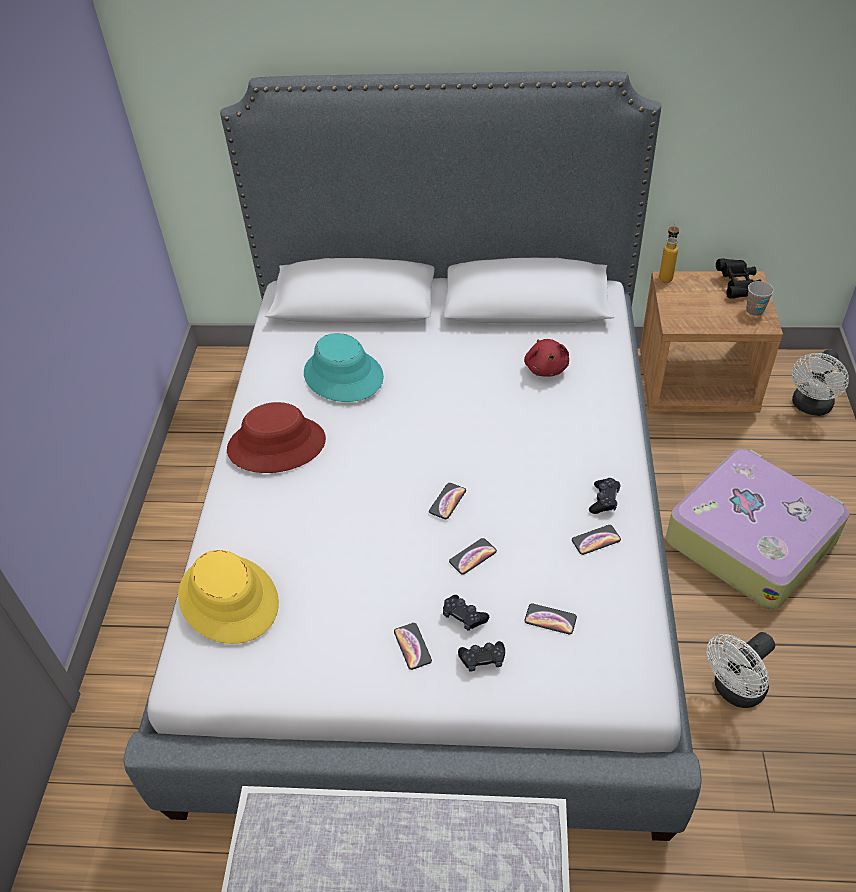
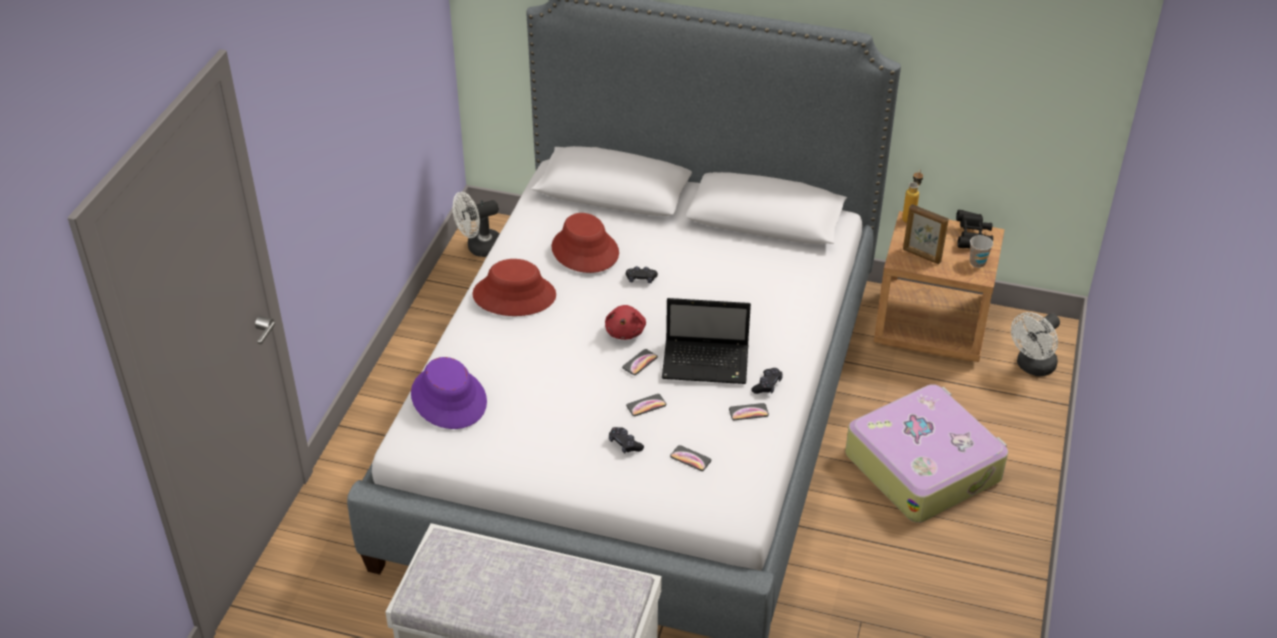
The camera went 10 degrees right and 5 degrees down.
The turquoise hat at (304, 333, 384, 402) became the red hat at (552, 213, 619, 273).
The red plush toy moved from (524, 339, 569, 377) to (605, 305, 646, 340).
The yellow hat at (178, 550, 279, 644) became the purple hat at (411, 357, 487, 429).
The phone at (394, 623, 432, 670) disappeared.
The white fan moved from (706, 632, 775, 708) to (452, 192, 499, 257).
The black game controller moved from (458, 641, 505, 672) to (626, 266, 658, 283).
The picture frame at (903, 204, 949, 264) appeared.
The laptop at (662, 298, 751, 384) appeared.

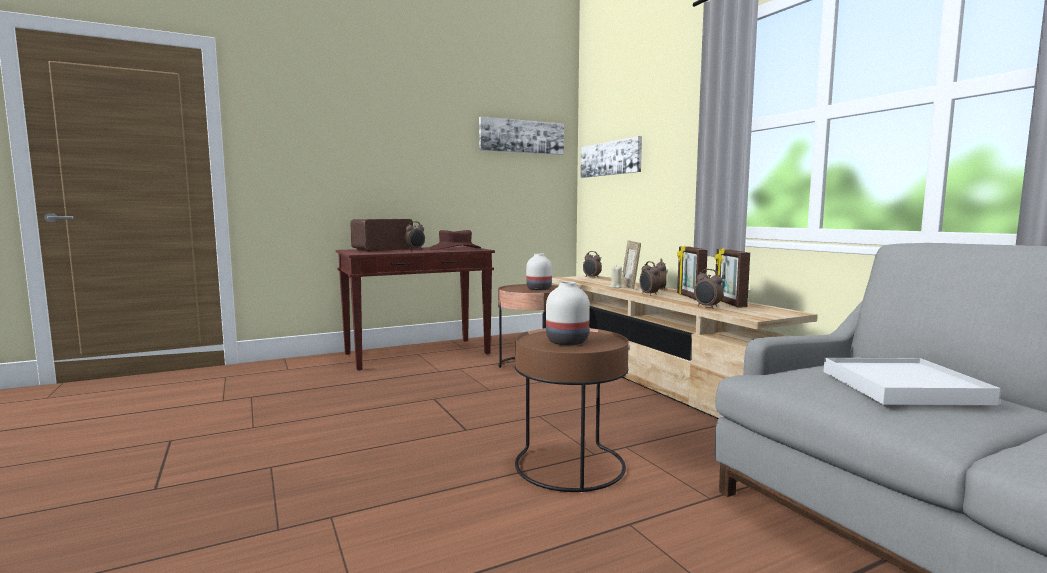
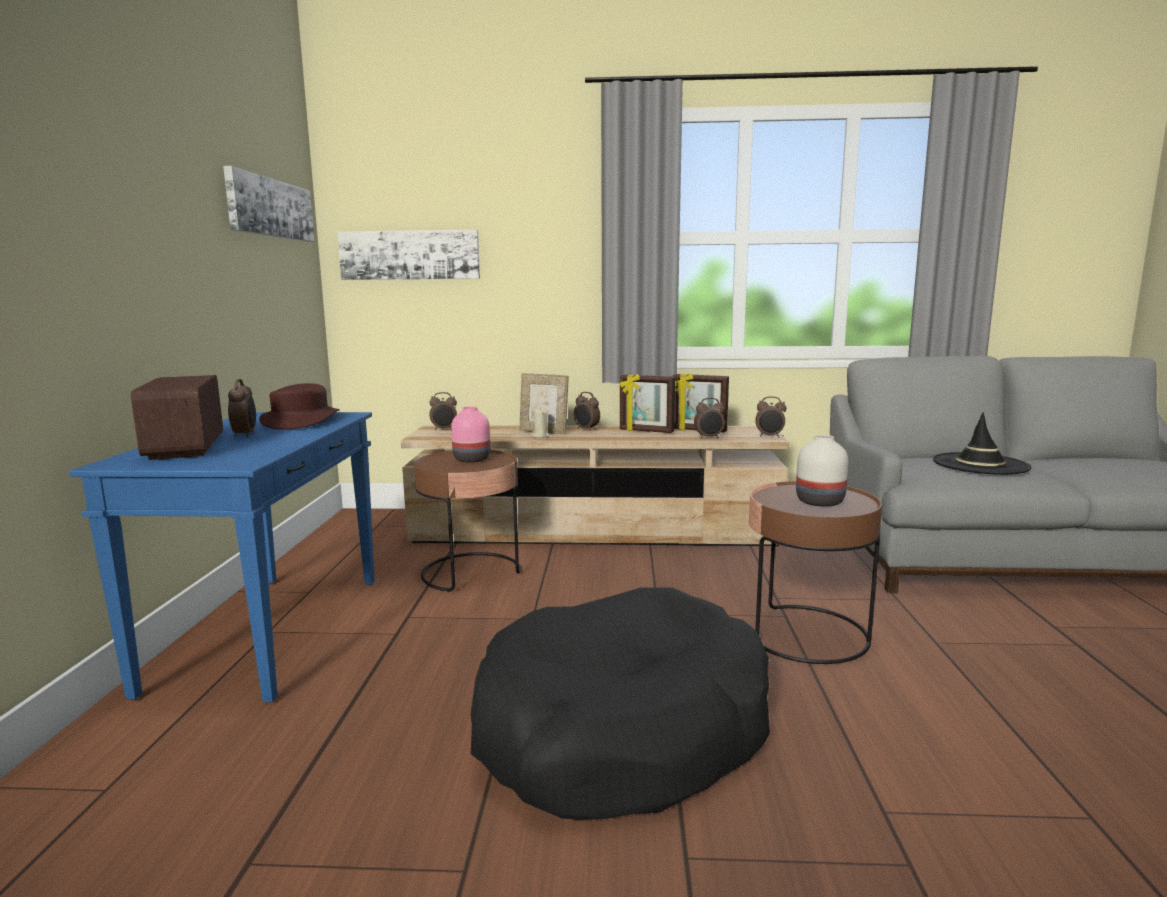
The camera went 60 degrees left and 5 degrees up.
The brown console table at (336, 246, 495, 371) became the blue console table at (69, 412, 375, 703).
The white vase at (526, 253, 552, 291) became the pink vase at (451, 406, 491, 463).
The alarm clock moved from (640, 261, 660, 296) to (755, 397, 786, 438).
The white tray at (824, 358, 1001, 405) was replaced by the black hat at (933, 413, 1031, 475).
The black dog bed at (471, 587, 770, 820) appeared.

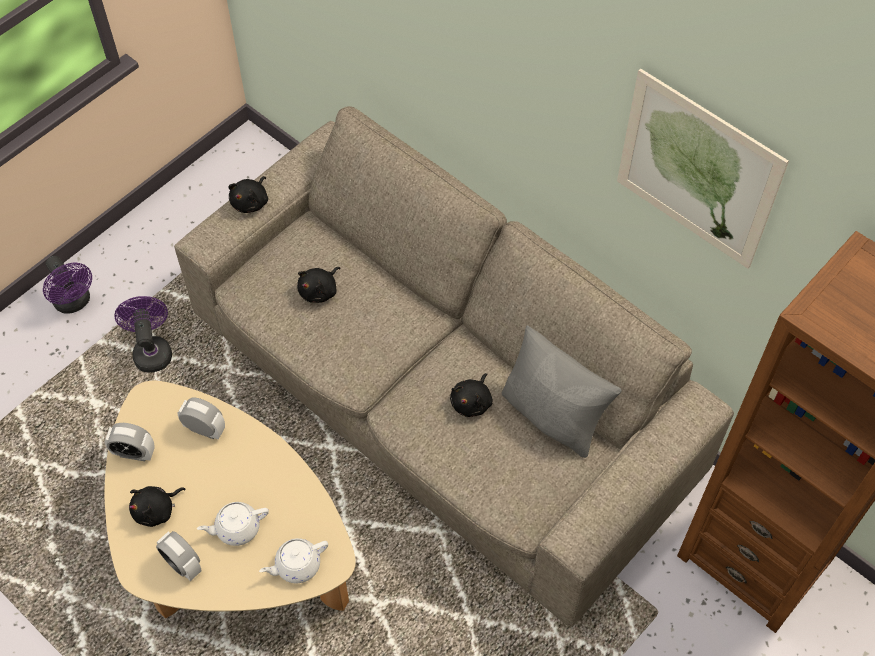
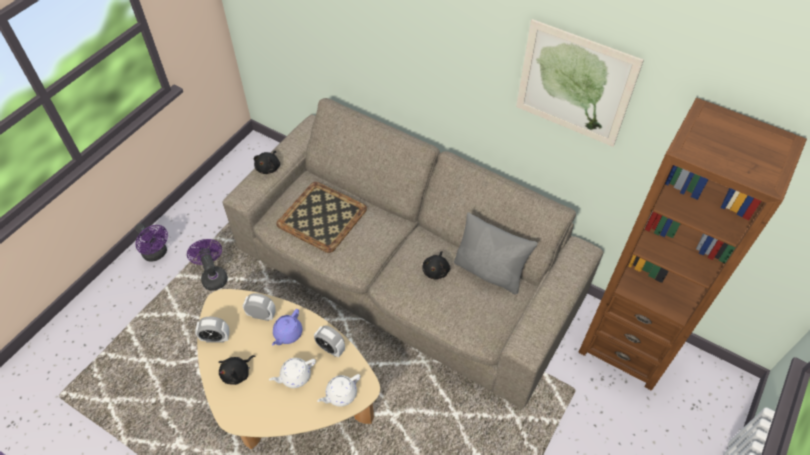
The camera went 10 degrees left and 5 degrees down.
The black plush toy at (297, 267, 340, 303) was replaced by the tray at (276, 182, 367, 253).
The alarm clock moved from (156, 531, 202, 581) to (314, 325, 345, 357).
The purple teapot at (272, 309, 302, 346) appeared.

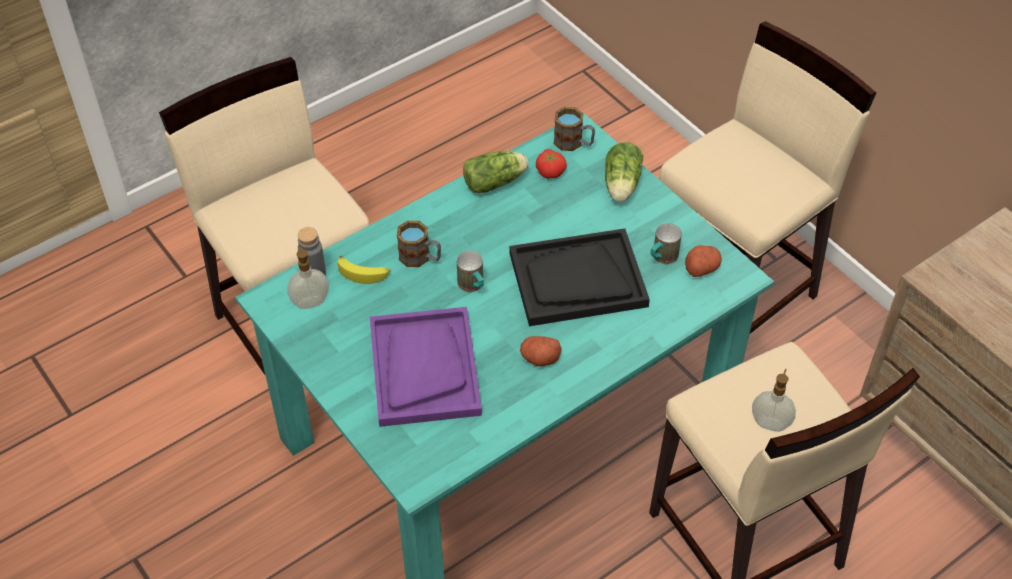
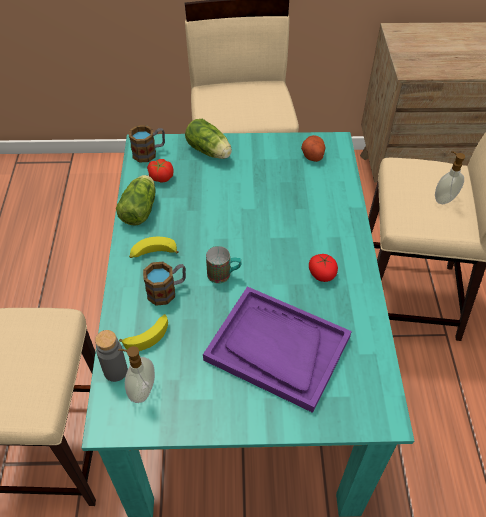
The camera went 55 degrees left and 0 degrees up.
The mug at (650, 223, 682, 264) disappeared.
The black tray at (510, 228, 650, 326) disappeared.
The potato at (520, 336, 562, 366) was replaced by the tomato at (309, 254, 338, 282).
The banana at (129, 237, 179, 258) appeared.

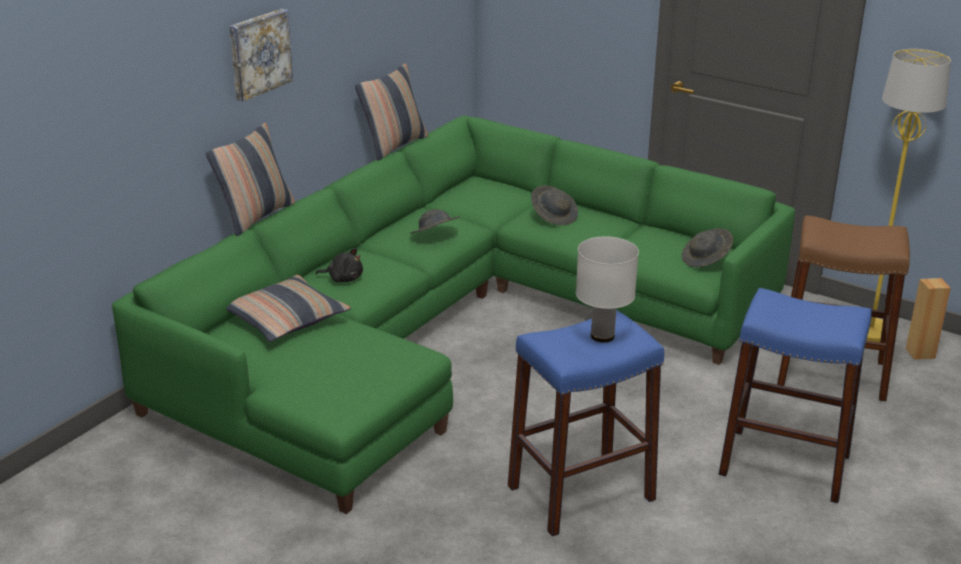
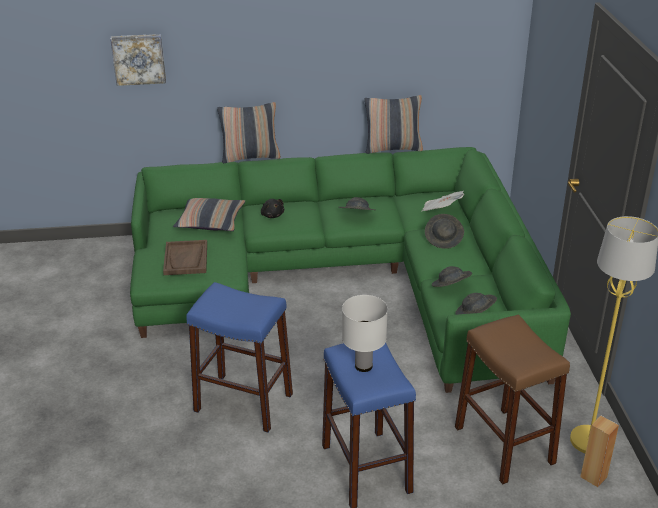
The camera went 50 degrees right and 5 degrees up.
The picture moved from (229, 9, 293, 101) to (110, 34, 166, 86).
The white table lamp moved from (576, 237, 639, 343) to (342, 295, 388, 372).
The newspaper at (421, 191, 464, 212) appeared.
The brown tray at (163, 240, 207, 275) appeared.
The grey hat at (432, 266, 472, 287) appeared.

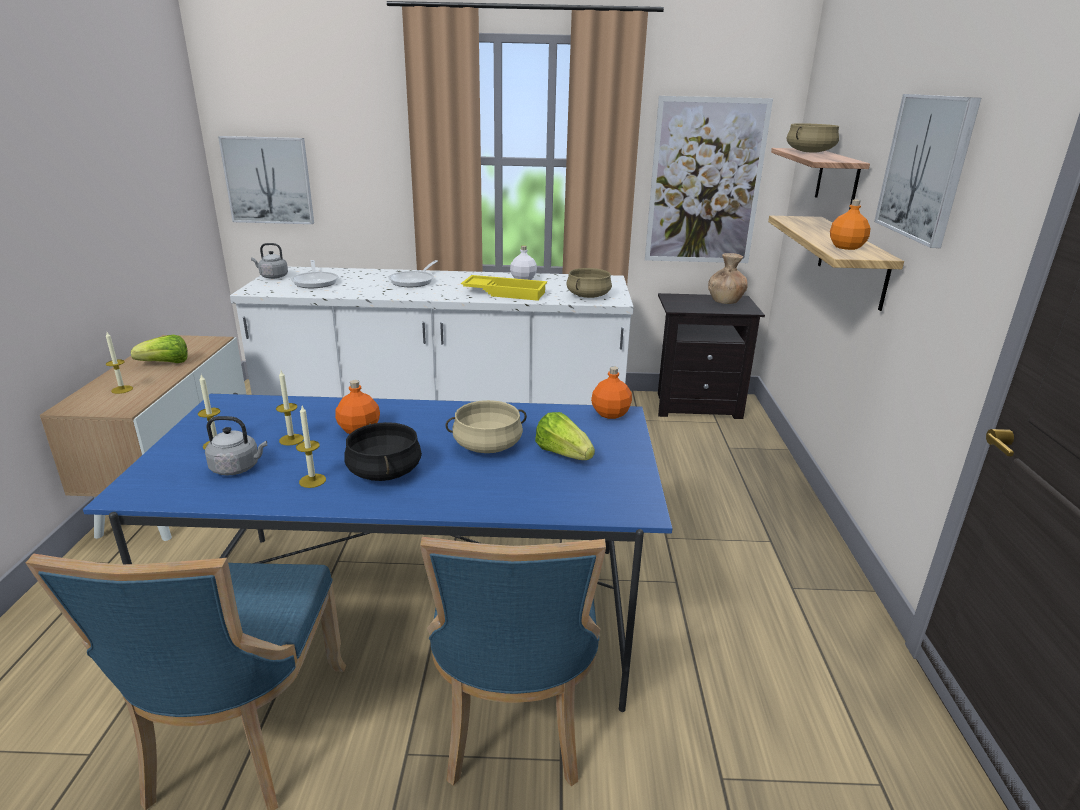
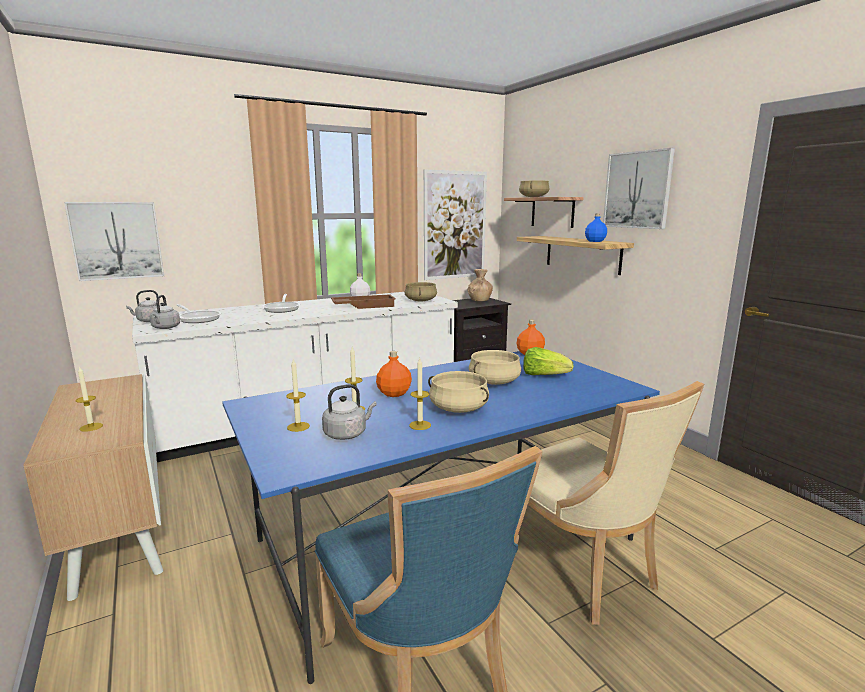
The camera went 30 degrees left and 10 degrees down.
The orange bottle at (830, 200, 870, 250) became the blue bottle at (585, 213, 607, 242).
The yellow tray at (461, 275, 547, 301) became the brown tray at (331, 294, 396, 309).
The lettuce at (131, 335, 188, 363) disappeared.
The black cooking pot at (344, 422, 422, 481) became the beige cooking pot at (428, 371, 489, 413).
The blue chair at (420, 537, 606, 786) became the beige chair at (528, 381, 704, 625).
The grey kettle at (150, 295, 180, 329) appeared.

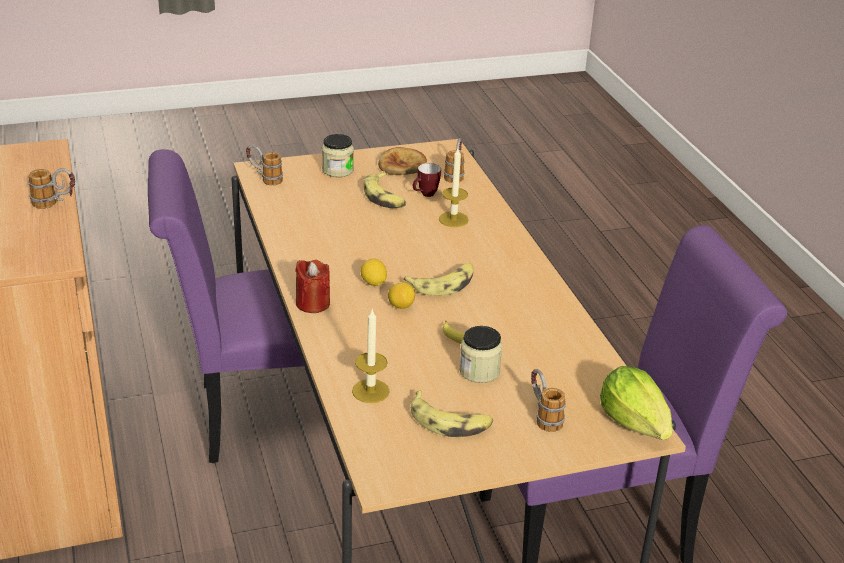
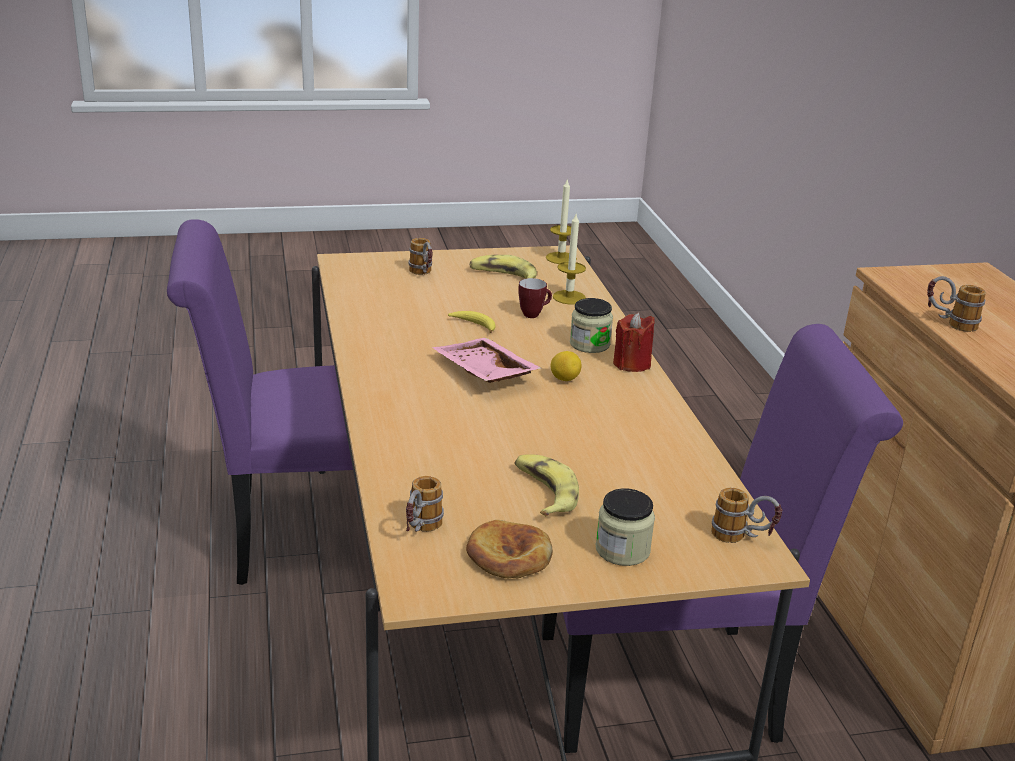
The camera went 175 degrees left and 5 degrees down.
The candle moved from (439, 148, 469, 227) to (546, 178, 577, 264).
The mug moved from (413, 163, 441, 197) to (518, 278, 552, 318).
The banana at (404, 263, 474, 296) was replaced by the pink tray at (432, 337, 542, 383).
The lemon at (388, 282, 415, 309) disappeared.
The jar moved from (459, 326, 502, 383) to (570, 298, 613, 353).
The lettuce at (600, 366, 673, 440) disappeared.

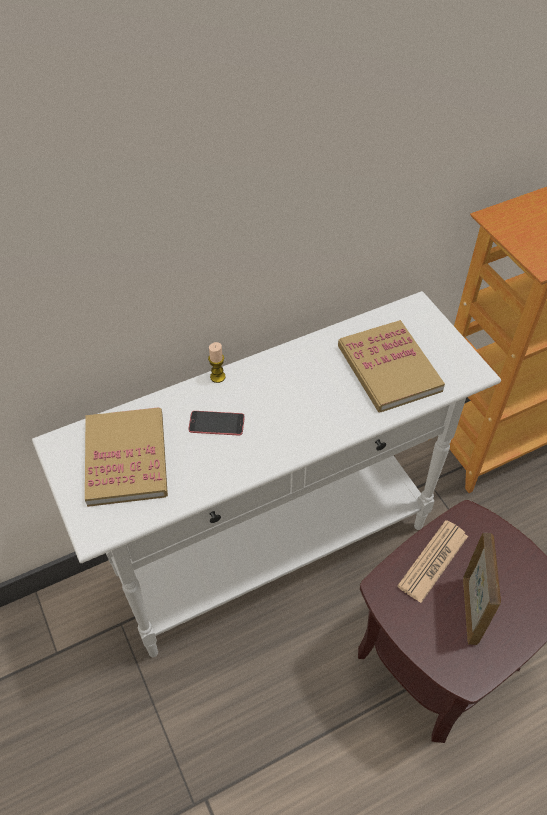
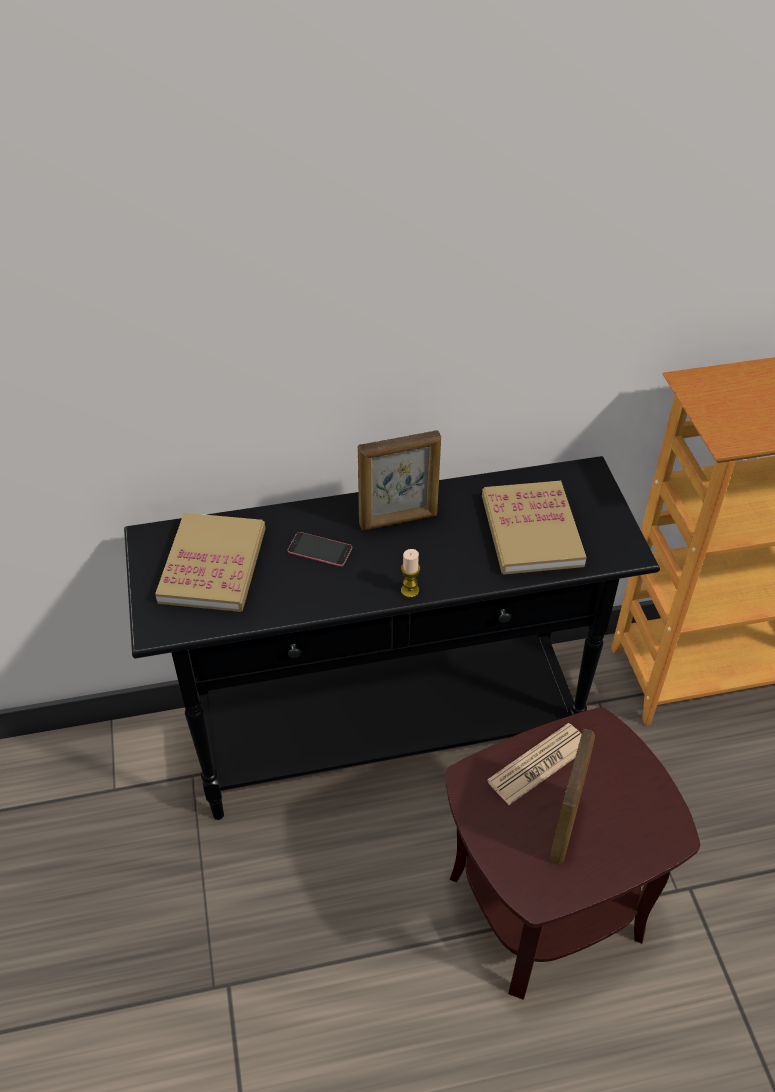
The camera went 15 degrees right and 5 degrees down.
The white console table at (32, 291, 501, 657) became the black console table at (124, 456, 660, 820).
The candle moved from (208, 342, 226, 383) to (401, 549, 420, 598).
The picture frame at (358, 430, 441, 531) appeared.

